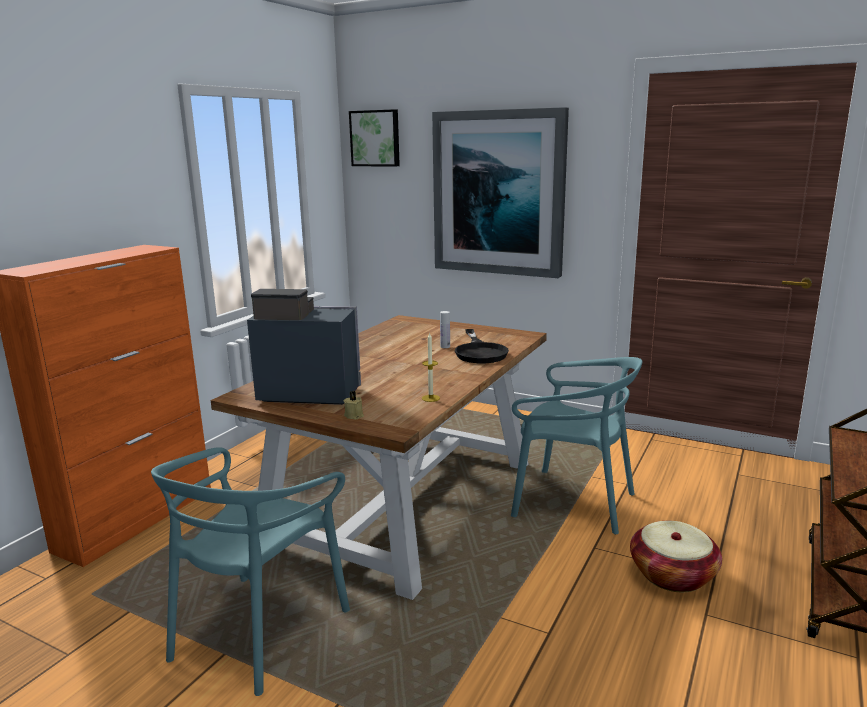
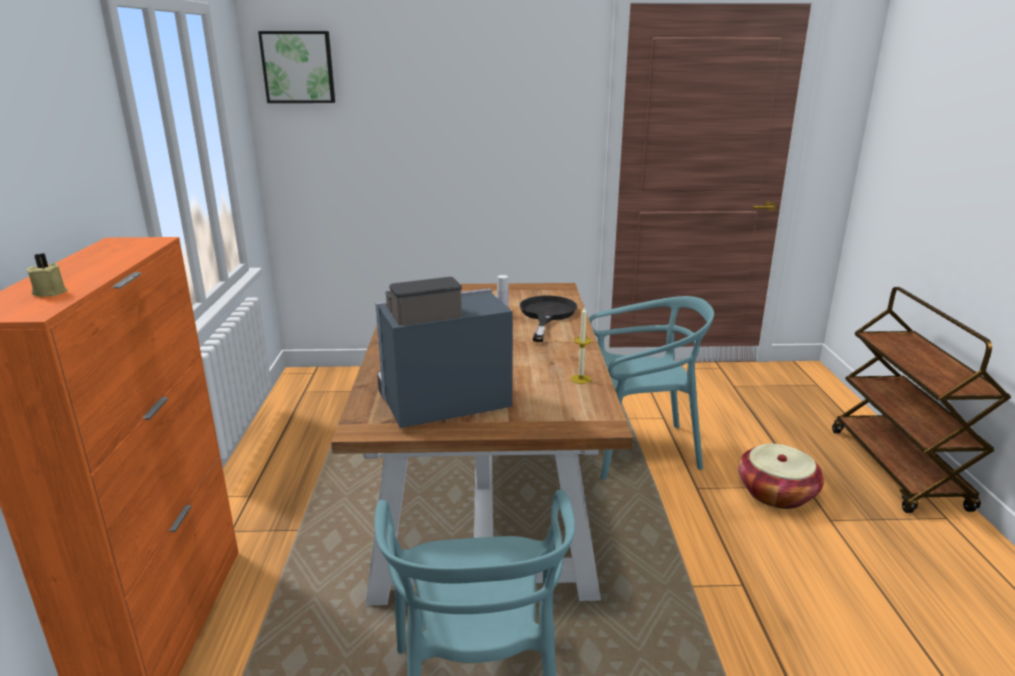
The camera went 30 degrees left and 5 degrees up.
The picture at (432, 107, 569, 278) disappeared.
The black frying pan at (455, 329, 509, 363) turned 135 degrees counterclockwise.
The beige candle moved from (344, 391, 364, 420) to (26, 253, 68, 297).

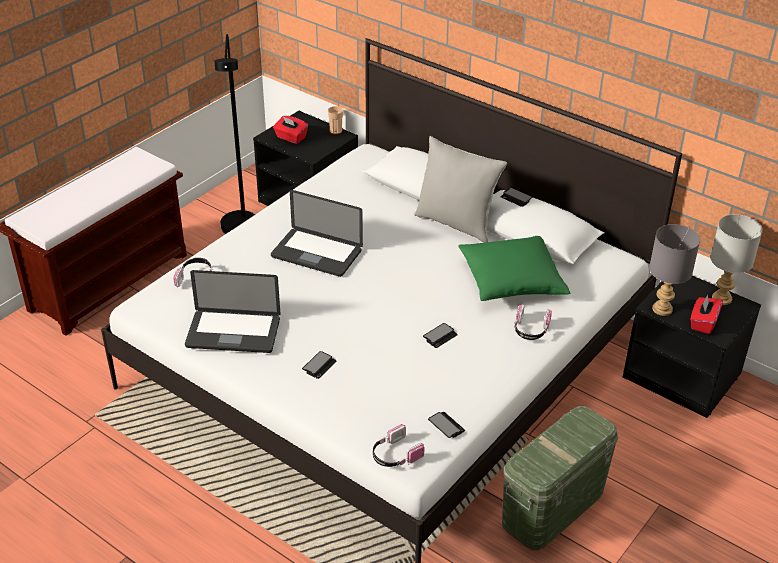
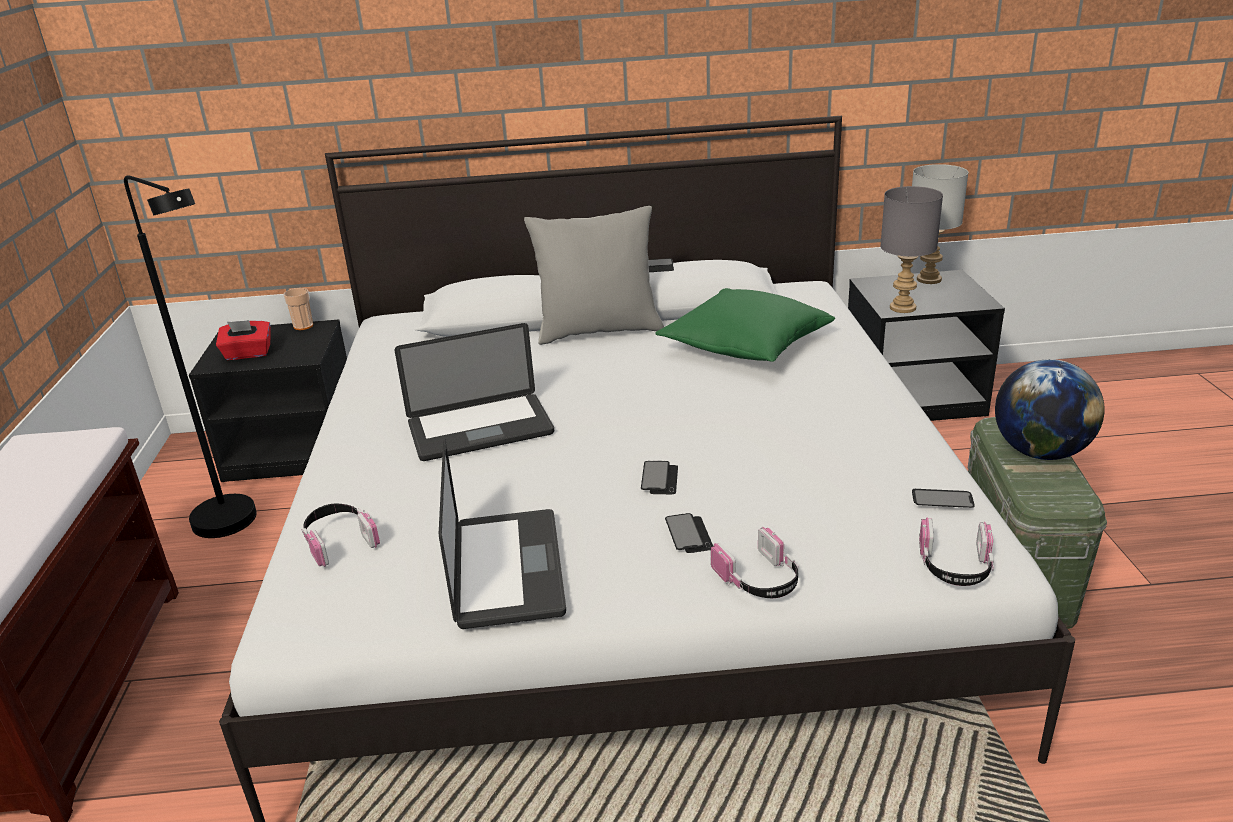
The camera went 40 degrees left and 10 degrees down.
The laptop at (185, 270, 280, 353) turned 60 degrees counterclockwise.
The red tissue box at (690, 294, 723, 334) disappeared.
The headphones moved from (514, 304, 552, 340) to (711, 527, 799, 598).
The phone moved from (423, 323, 458, 348) to (641, 461, 678, 494).
The globe at (995, 359, 1105, 460) appeared.

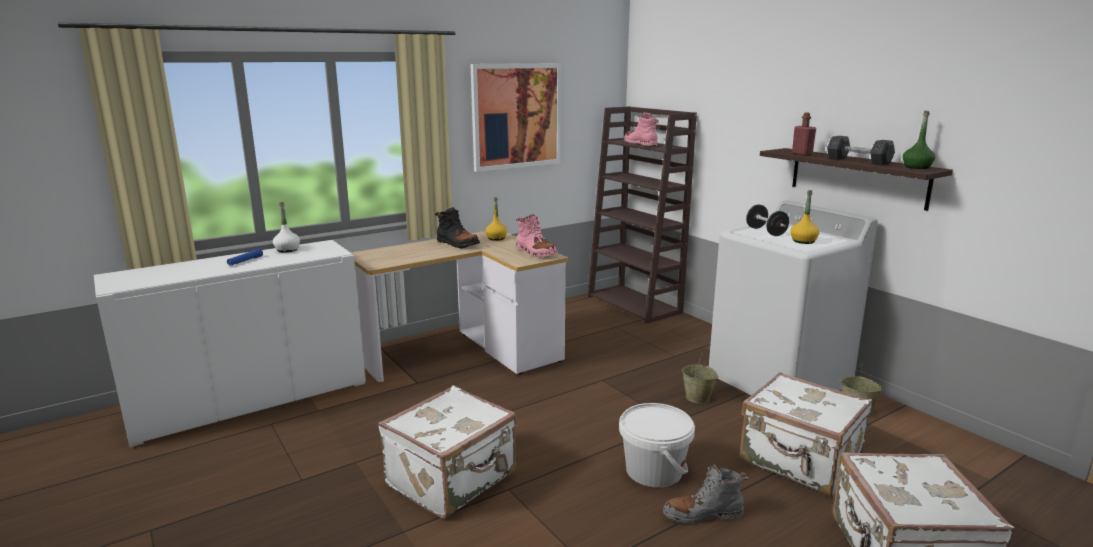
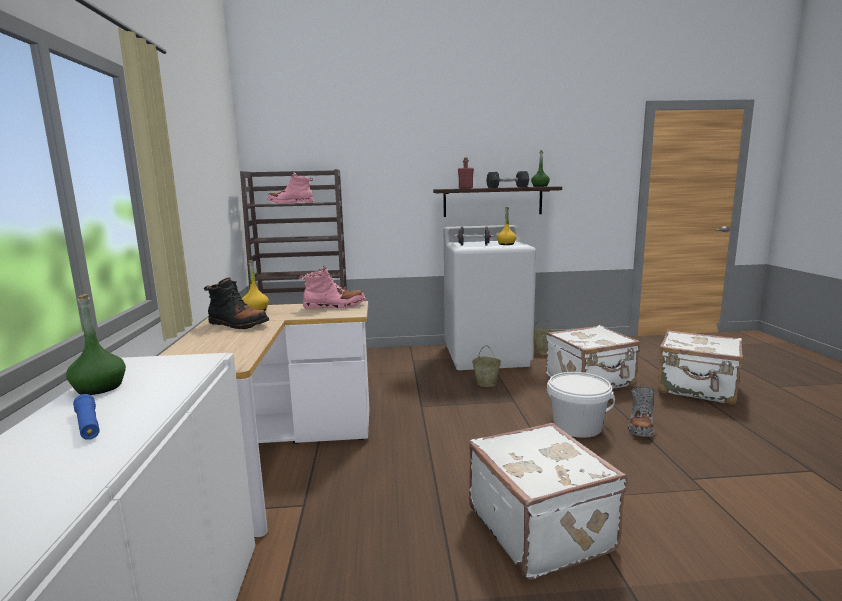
The camera went 60 degrees left and 5 degrees down.
The picture at (470, 63, 561, 172) disappeared.
The white bottle at (273, 202, 300, 252) became the green bottle at (66, 294, 126, 395).
The black boot at (435, 207, 480, 248) turned 45 degrees clockwise.

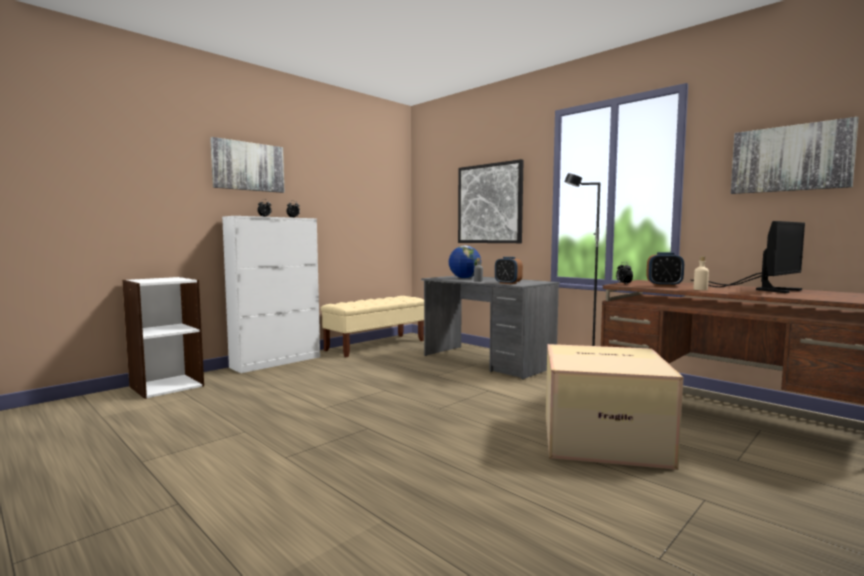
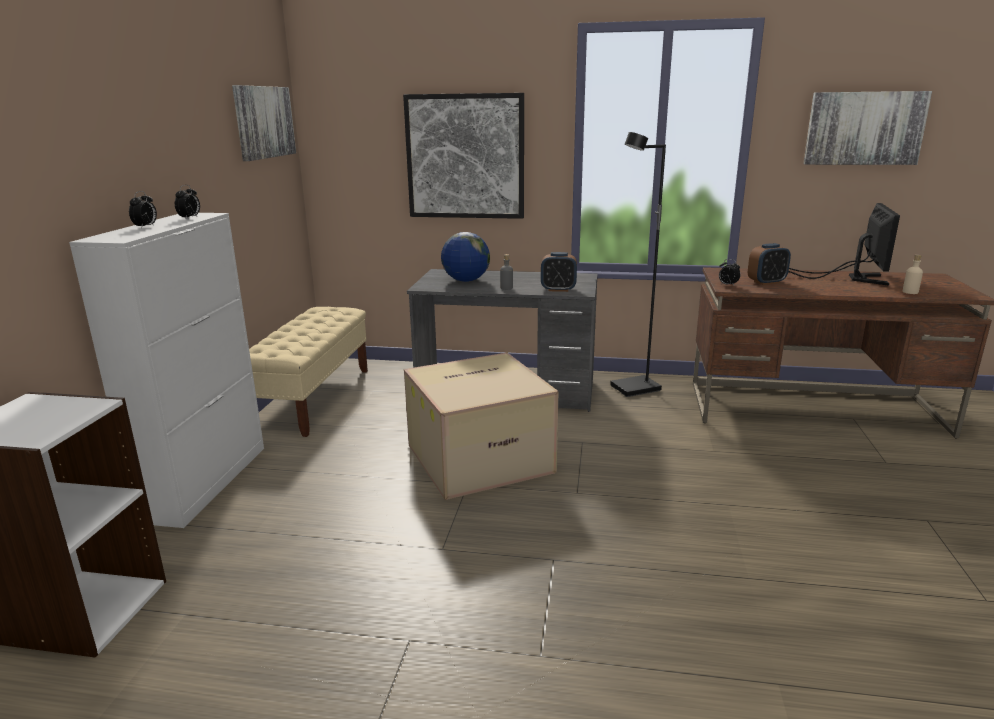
The camera went 35 degrees left and 15 degrees up.
The picture moved from (210, 137, 284, 193) to (232, 85, 296, 161).
The beige bottle moved from (694, 256, 709, 290) to (902, 255, 923, 294).
The cardboard box moved from (546, 344, 683, 470) to (404, 353, 559, 500).

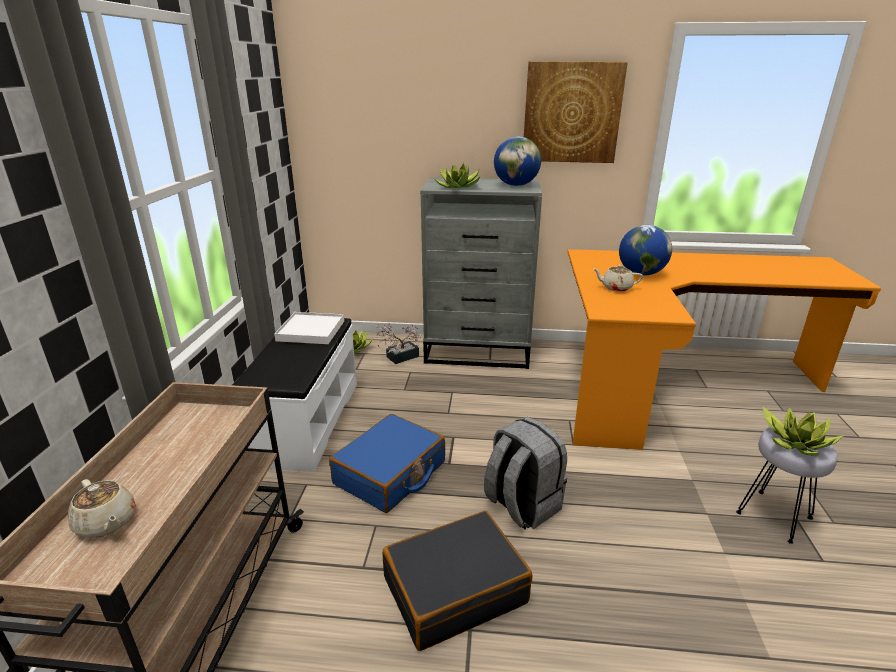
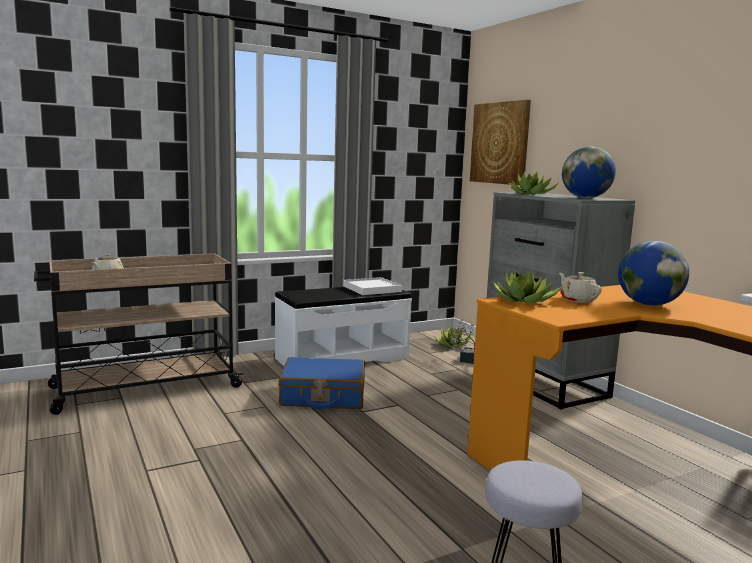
The camera went 55 degrees right and 15 degrees down.
The picture moved from (524, 61, 628, 163) to (470, 100, 531, 185).
The potted plant moved from (763, 407, 843, 456) to (493, 270, 563, 303).
The grey backpack at (484, 417, 567, 529) disappeared.
The black suitcase at (382, 511, 532, 651) disappeared.

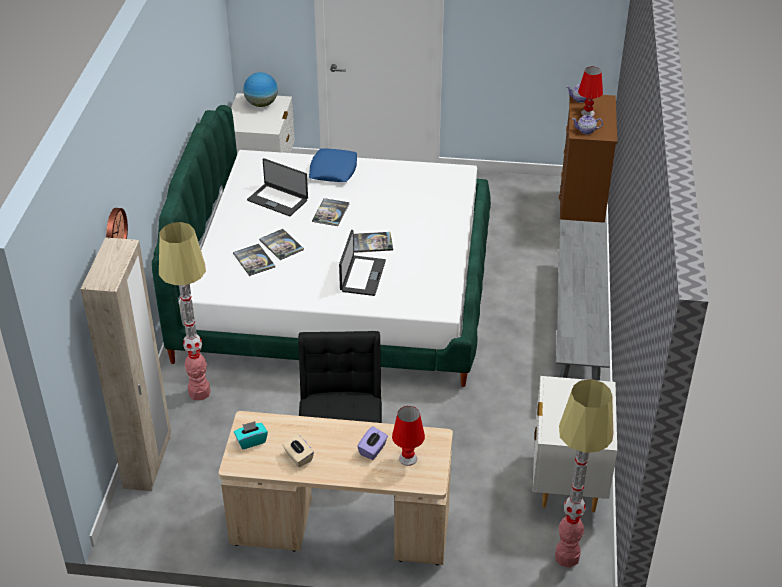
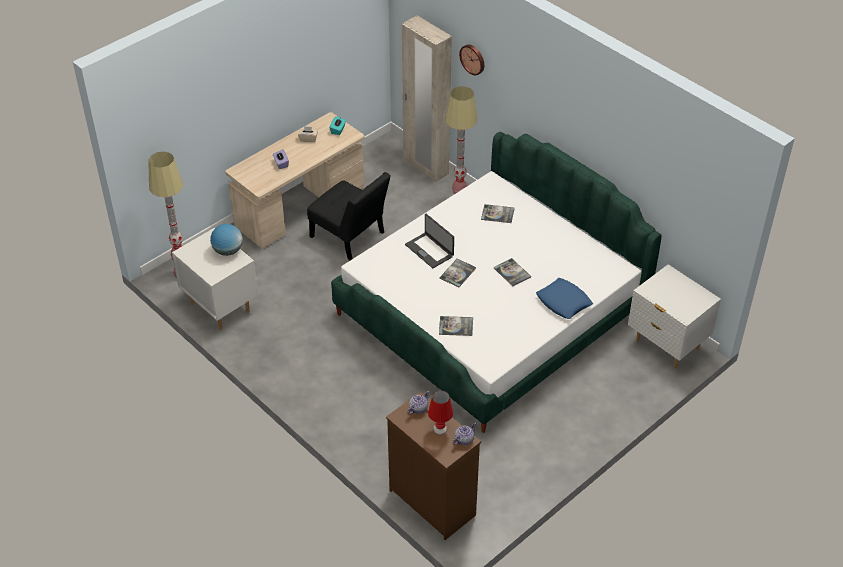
The camera went 130 degrees right and 5 degrees up.
The globe moved from (243, 72, 278, 107) to (210, 224, 243, 256).
The laptop at (247, 158, 308, 216) disappeared.
The grey bench at (556, 219, 610, 381) disappeared.
The book moved from (259, 229, 304, 260) to (439, 316, 473, 336).
The red table lamp at (392, 406, 425, 466) disappeared.

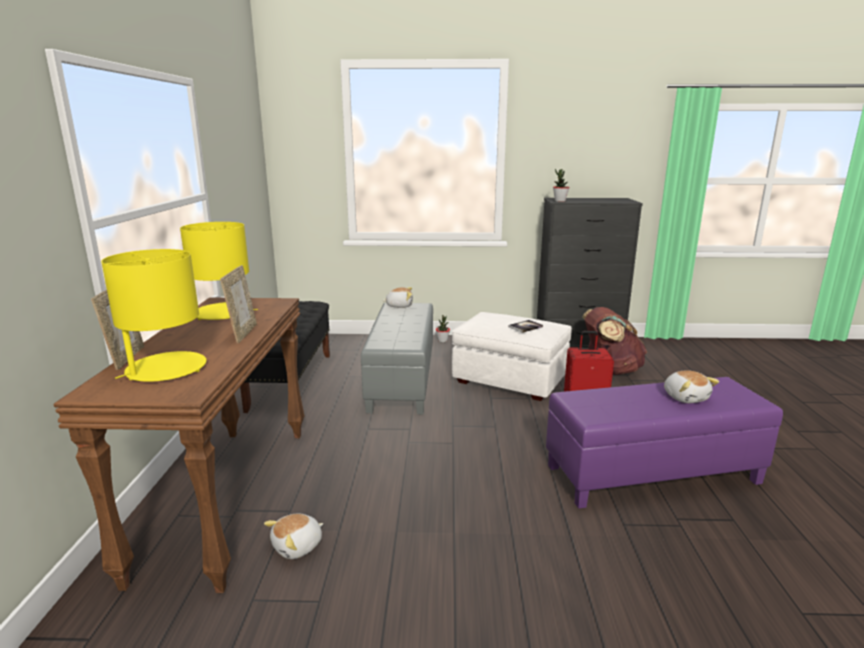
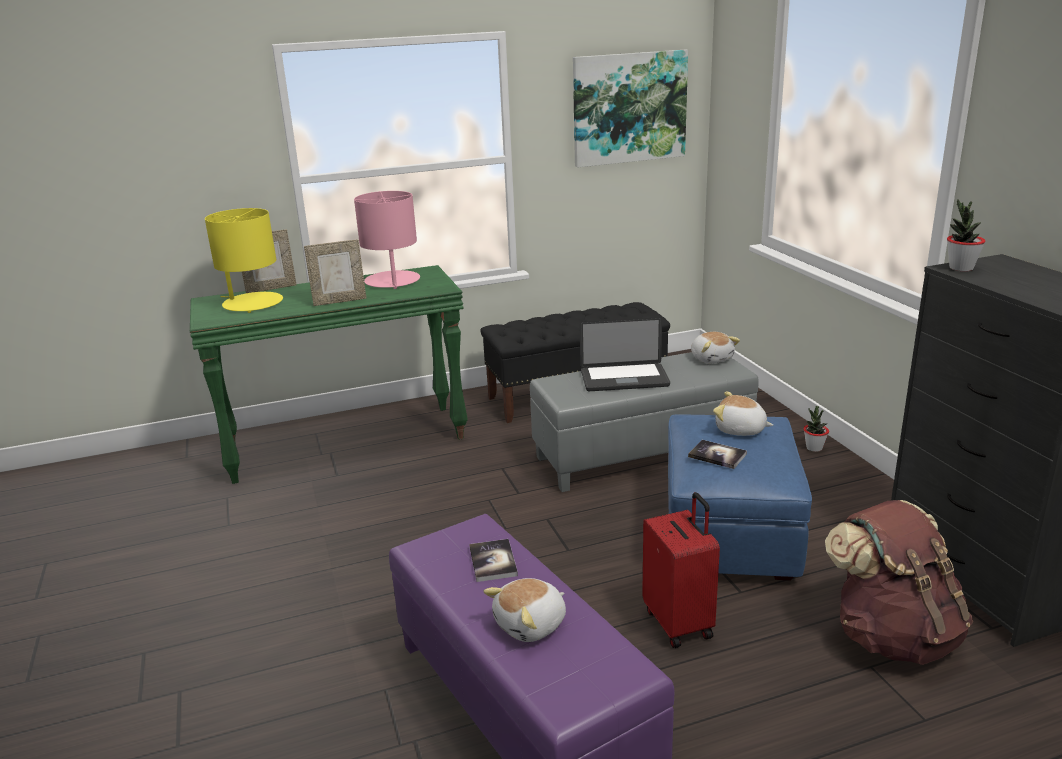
The camera went 70 degrees right and 5 degrees up.
The yellow table lamp at (180, 222, 258, 320) became the pink table lamp at (354, 191, 420, 289).
The brown console table at (53, 298, 305, 593) became the green console table at (190, 265, 468, 484).
The white ottoman at (452, 312, 572, 401) became the blue ottoman at (668, 414, 812, 581).
The plush toy moved from (264, 513, 324, 559) to (713, 391, 773, 436).
The picture at (573, 50, 688, 168) appeared.
The laptop at (580, 317, 670, 391) appeared.
The book at (469, 539, 518, 582) appeared.

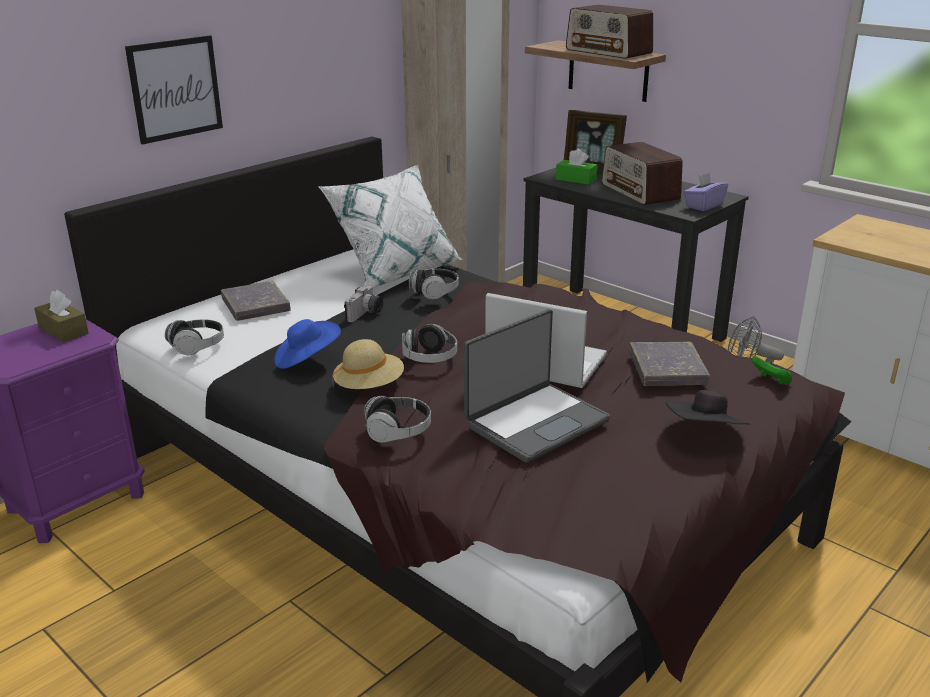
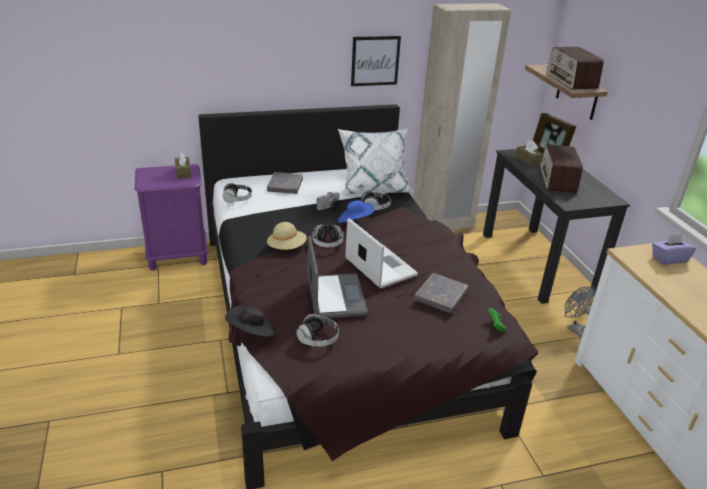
The camera went 30 degrees right and 5 degrees up.
The picture moved from (125, 35, 223, 145) to (351, 36, 401, 86).
The green tissue box at (556, 149, 597, 185) became the brown tissue box at (515, 141, 543, 166).
The purple tissue box moved from (684, 172, 728, 211) to (652, 234, 696, 264).
The laptop at (464, 309, 610, 463) turned 90 degrees counterclockwise.
The blue hat moved from (275, 319, 341, 369) to (338, 200, 375, 223).
The black hat moved from (666, 390, 750, 425) to (225, 306, 276, 337).
The headphones moved from (364, 396, 431, 443) to (296, 314, 339, 347).

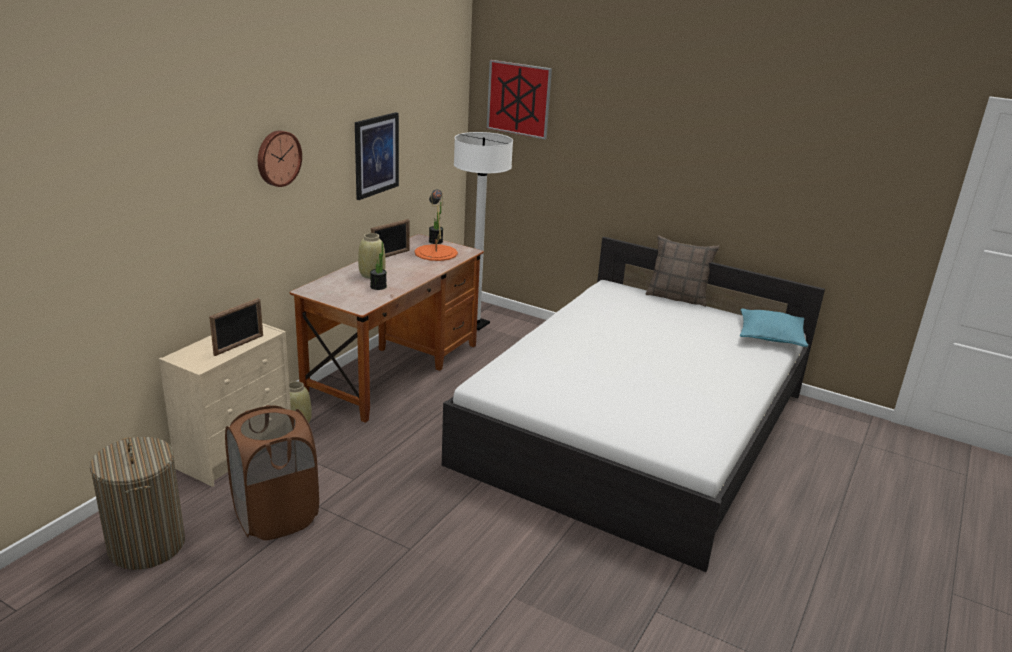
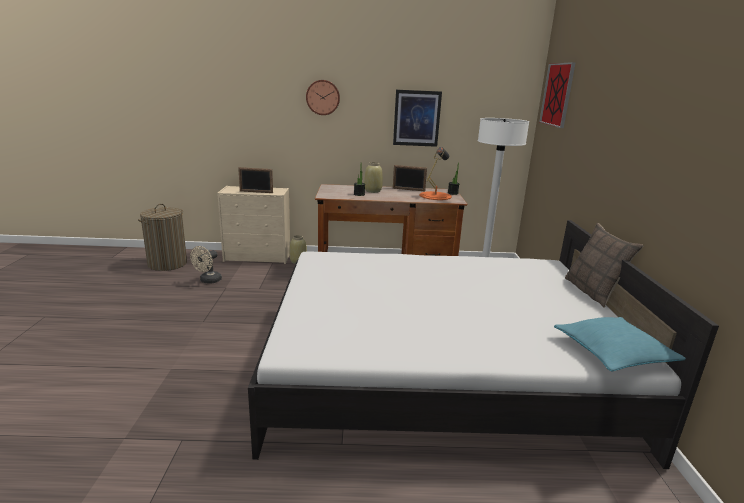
The camera went 60 degrees right and 5 degrees down.
The brown laundry basket at (225, 405, 319, 540) was replaced by the beige fan at (190, 246, 222, 284).

